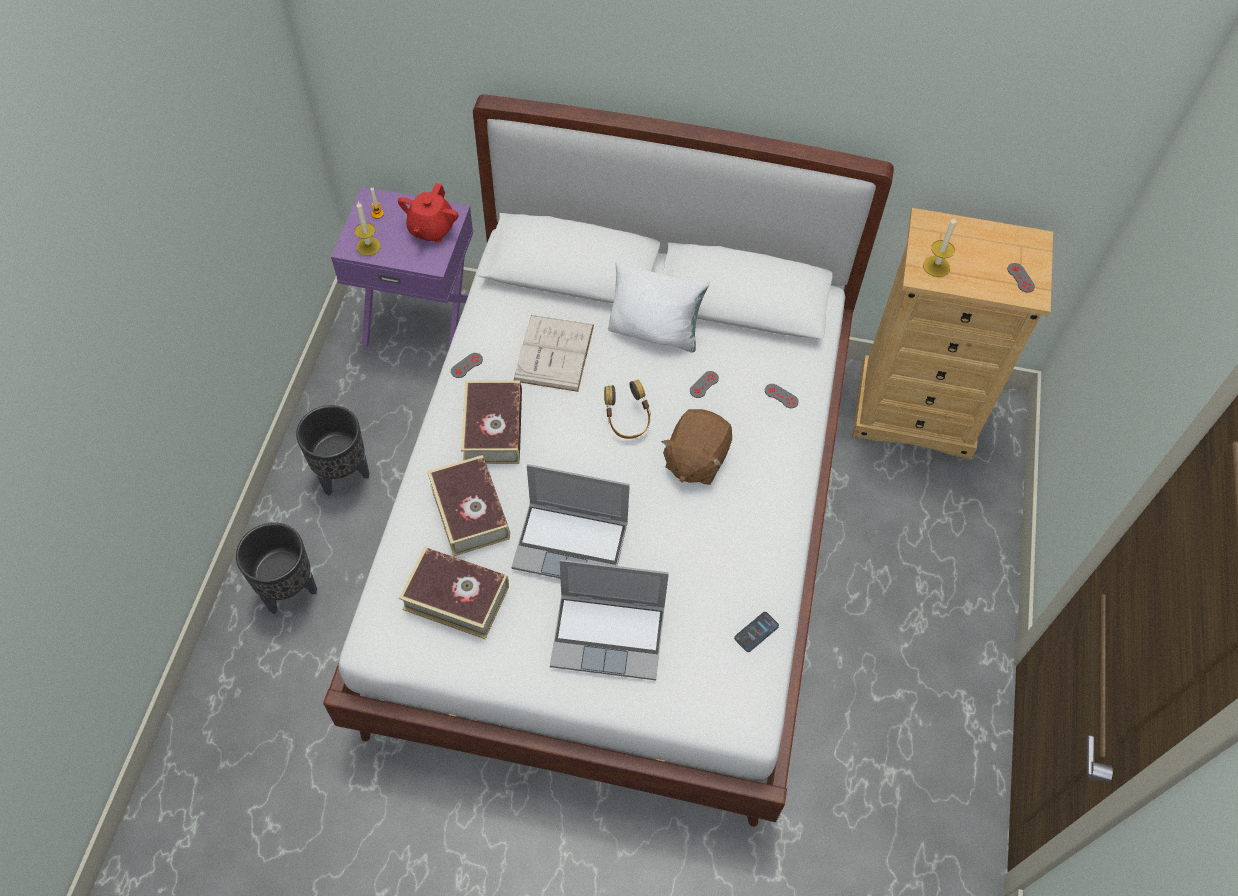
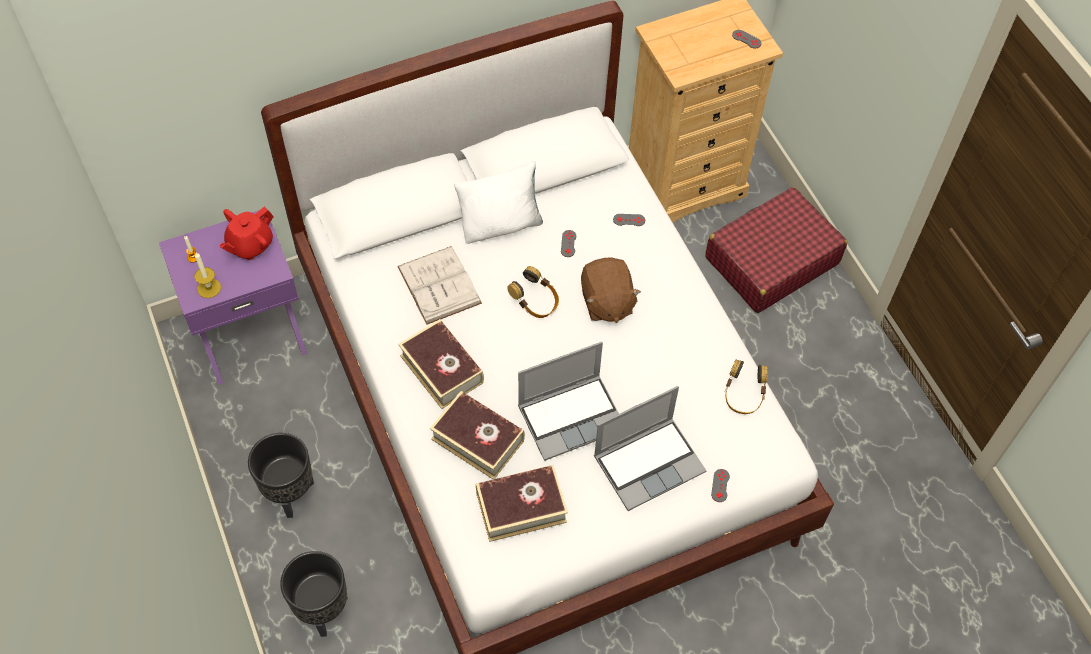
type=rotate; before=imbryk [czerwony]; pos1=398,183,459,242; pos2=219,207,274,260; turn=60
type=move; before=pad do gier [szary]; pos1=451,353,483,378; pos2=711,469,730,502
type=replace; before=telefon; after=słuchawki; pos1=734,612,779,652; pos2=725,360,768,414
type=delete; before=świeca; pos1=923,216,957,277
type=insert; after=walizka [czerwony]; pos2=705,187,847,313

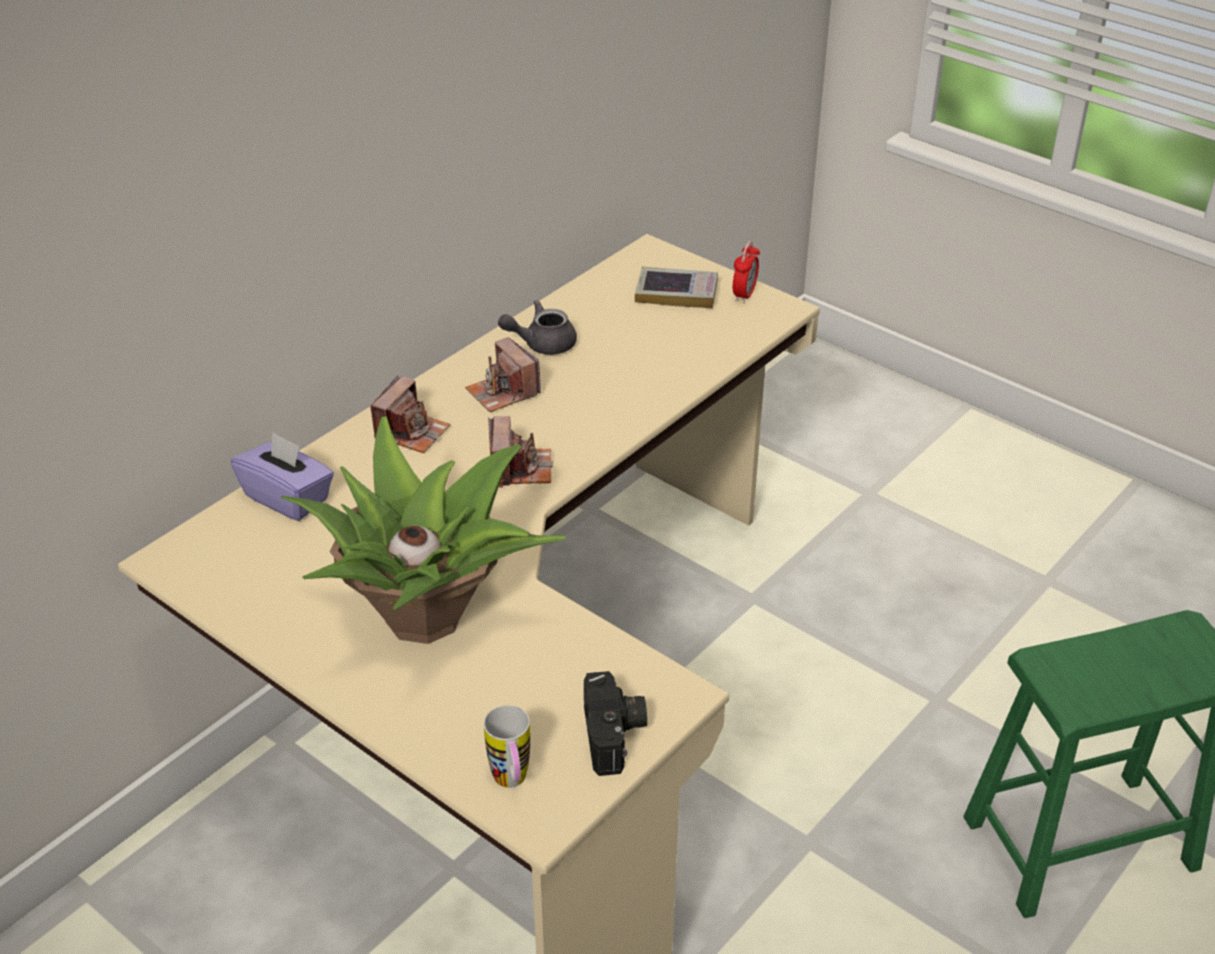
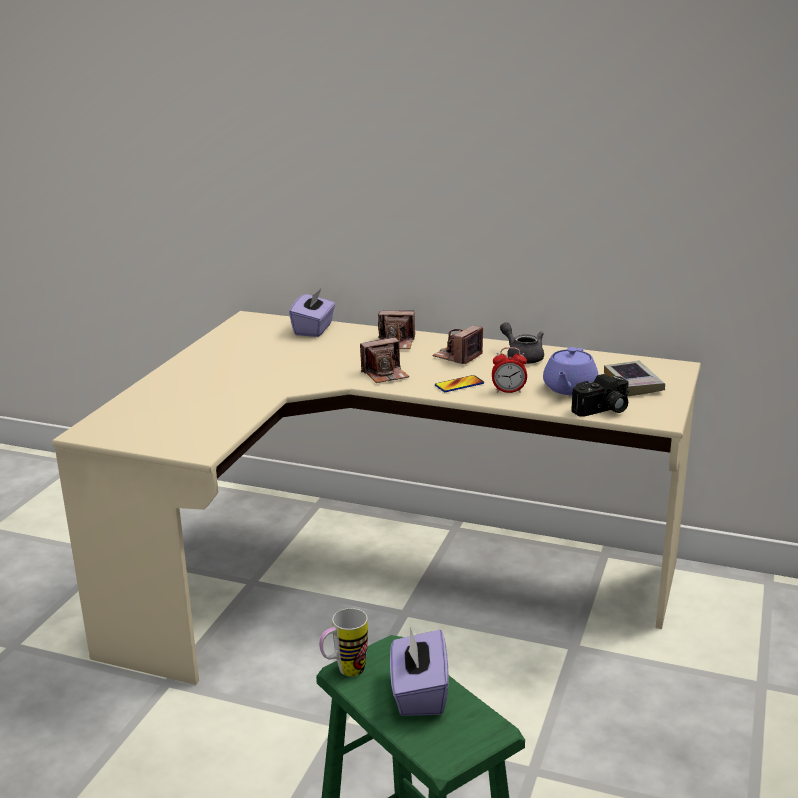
type=delete; before=roślina doniczkowa; pos1=280,416,566,644
type=move; before=kubek; pos1=484,705,530,788; pos2=319,608,368,676
type=move; before=aparat fotograficzny; pos1=584,671,647,776; pos2=571,374,629,416
type=move; before=budzik; pos1=733,241,760,303; pos2=492,347,527,393
type=insert; after=pudełko chusteczek [fioletowy]; pos2=390,628,449,716
type=insert; after=telefon; pos2=435,375,484,392
type=insert; after=imbryk [fioletowy]; pos2=543,347,598,395

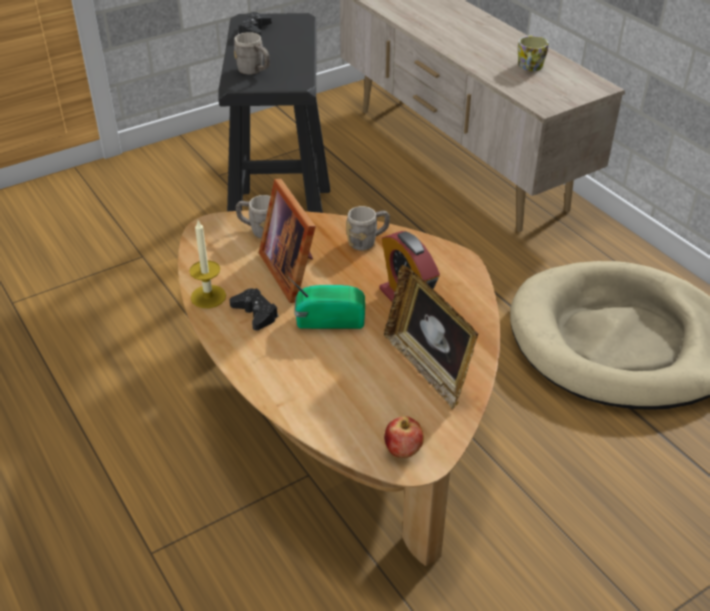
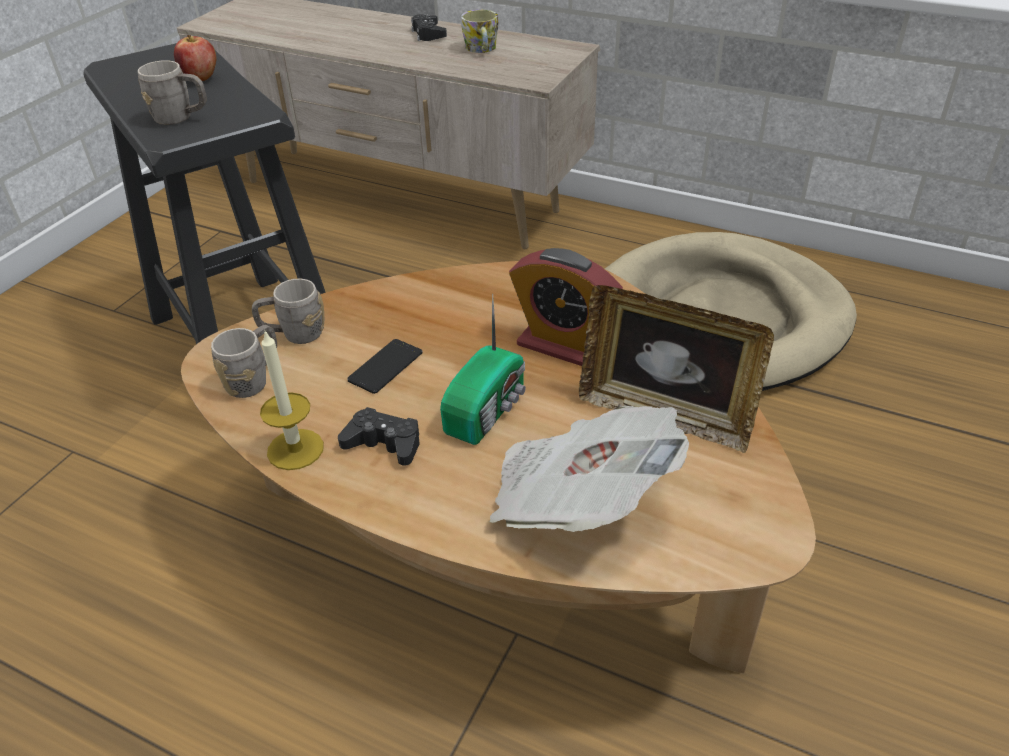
type=move; before=pad do gier [czarny]; pos1=238,12,272,37; pos2=411,14,447,41
type=replace; before=ramka na zdjęcie; after=telefon; pos1=259,179,316,303; pos2=347,339,423,394
type=rotate; before=radio; pos1=289,277,365,329; pos2=440,294,526,445; turn=150
type=move; before=kubek [szary]; pos1=346,206,390,250; pos2=211,325,277,398
type=move; before=jabłko; pos1=384,416,424,458; pos2=174,35,216,81
type=insert; after=gazeta; pos2=489,406,689,532

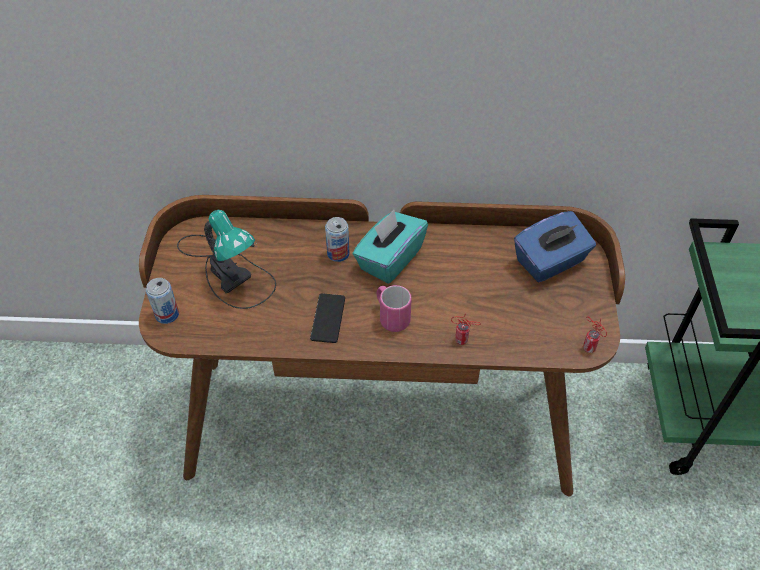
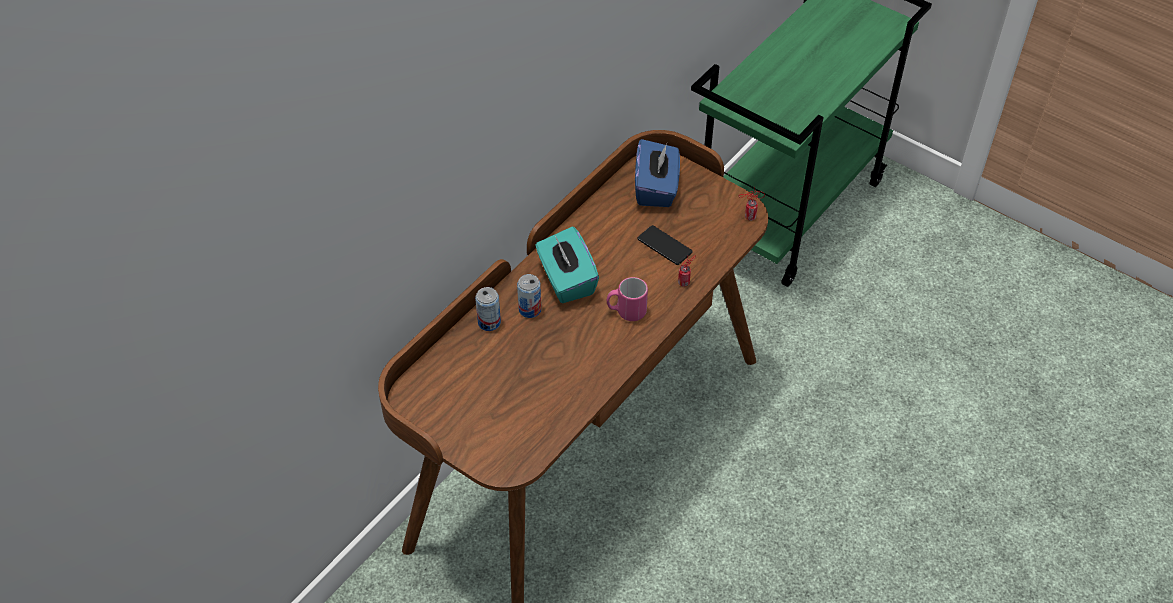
type=move; before=puszka; pos1=146,278,179,324; pos2=475,287,501,331
type=delete; before=lampa stołowa; pos1=177,210,276,309
type=move; before=telefon; pos1=310,293,345,343; pos2=637,225,692,265

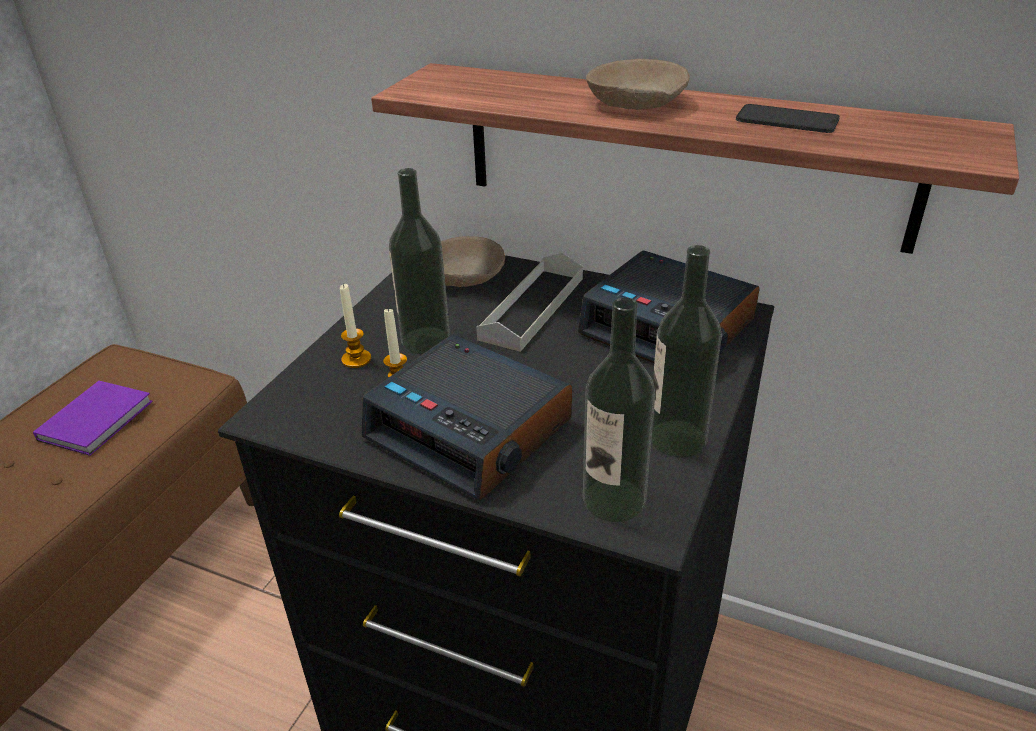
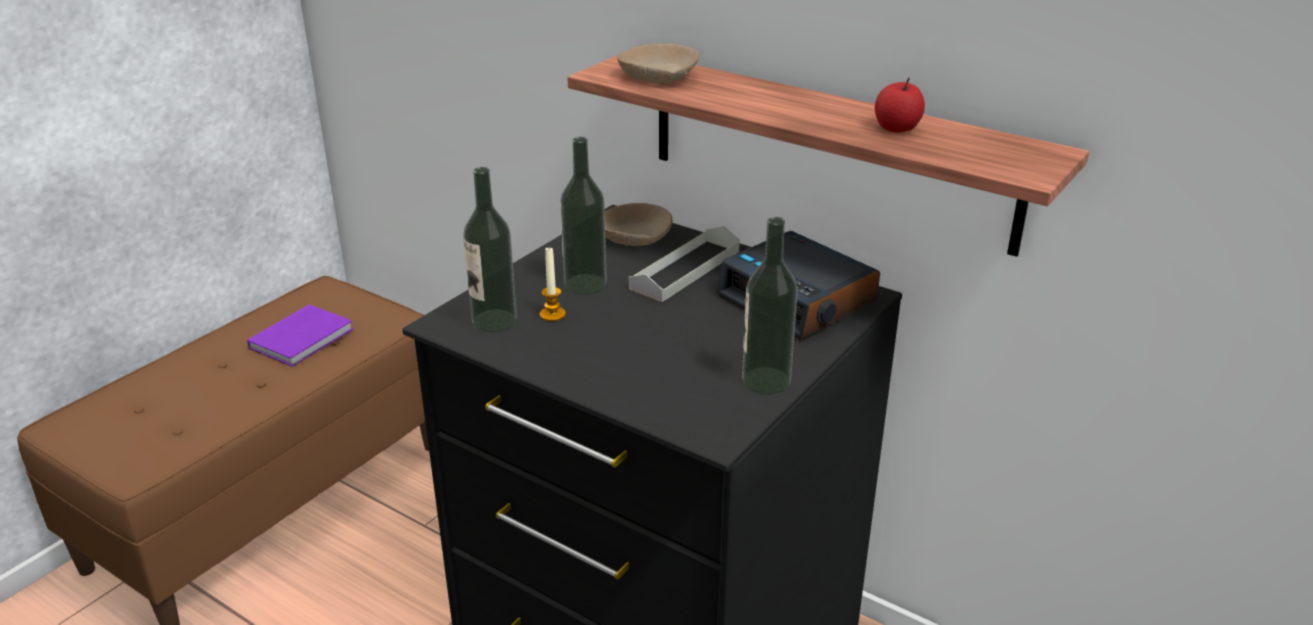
type=delete; before=świeca; pos1=340,283,371,368
type=delete; before=budzik; pos1=362,334,572,501
type=move; before=butelka; pos1=583,298,655,522; pos2=463,167,517,332
type=move; before=miska [beżowy]; pos1=586,59,690,110; pos2=617,43,699,83
type=replace; before=telefon; after=jabłko; pos1=736,104,840,133; pos2=875,77,925,133

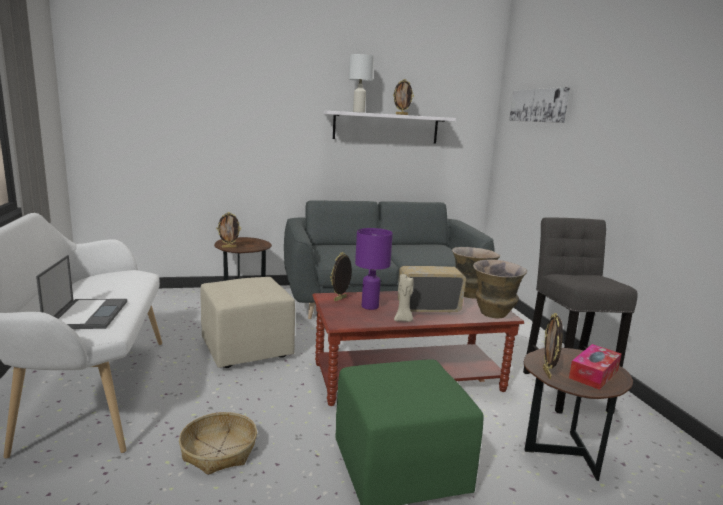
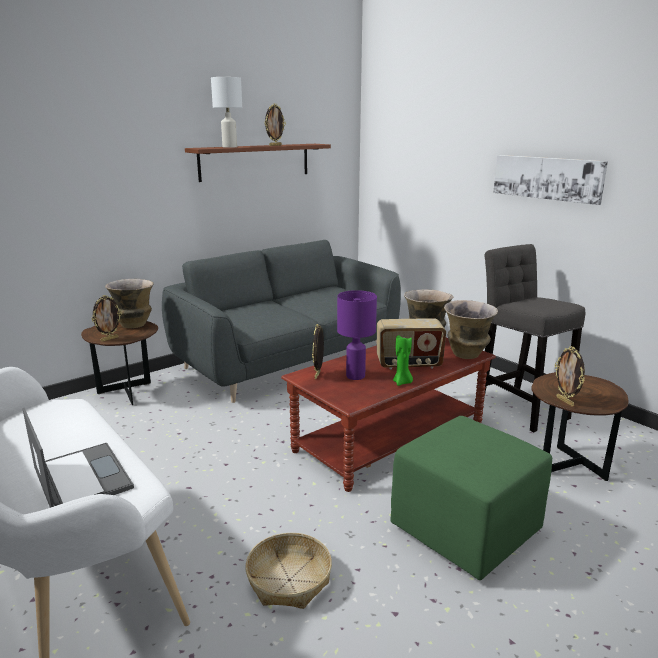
type=delete; before=pufa [beżowy]; pos1=200,277,295,368
type=recolor; before=półka [biały]; after=półka [brązowy]; pos1=324,111,456,144; pos2=185,144,331,182
type=recolor; before=świeca [beżowy]; after=świeca [zielony]; pos1=394,274,414,322; pos2=393,335,413,386
type=rotate; before=radio; pos1=398,266,466,313; pos2=377,318,446,369; turn=-150
type=move; before=obraz; pos1=509,87,570,123; pos2=493,155,608,205
type=delete; before=pudełko chusteczek; pos1=569,344,621,390
type=insert; after=wazon; pos2=105,279,154,328

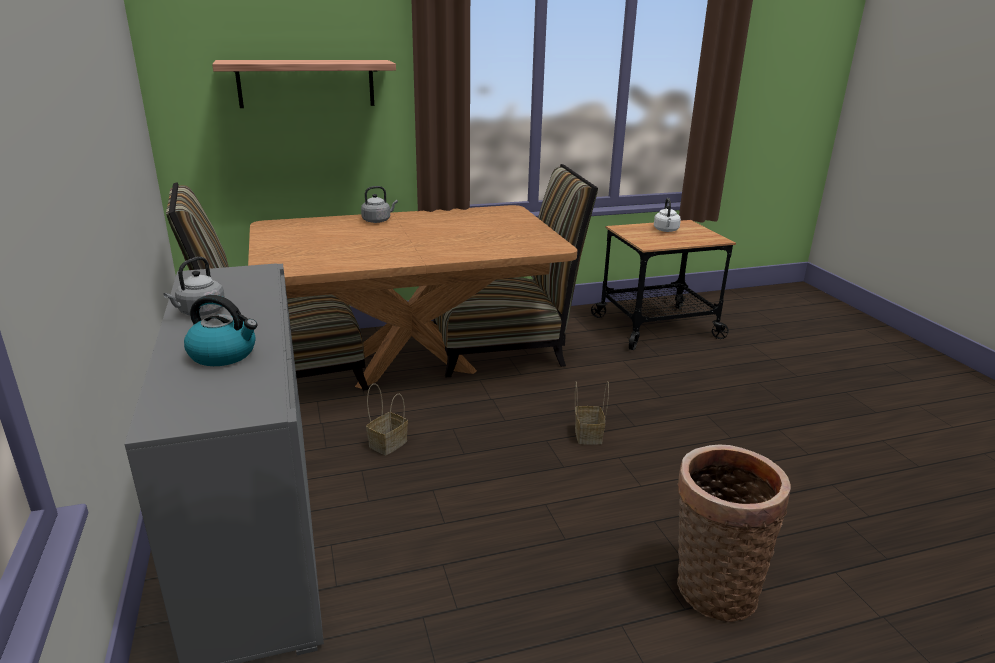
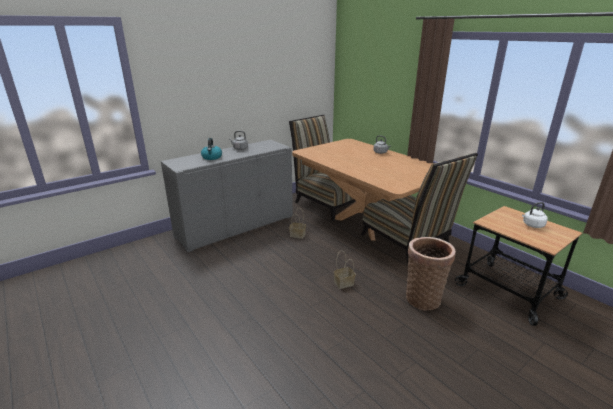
type=delete; before=półka; pos1=212,60,396,108
type=move; before=koszyk; pos1=677,445,791,622; pos2=406,237,456,311

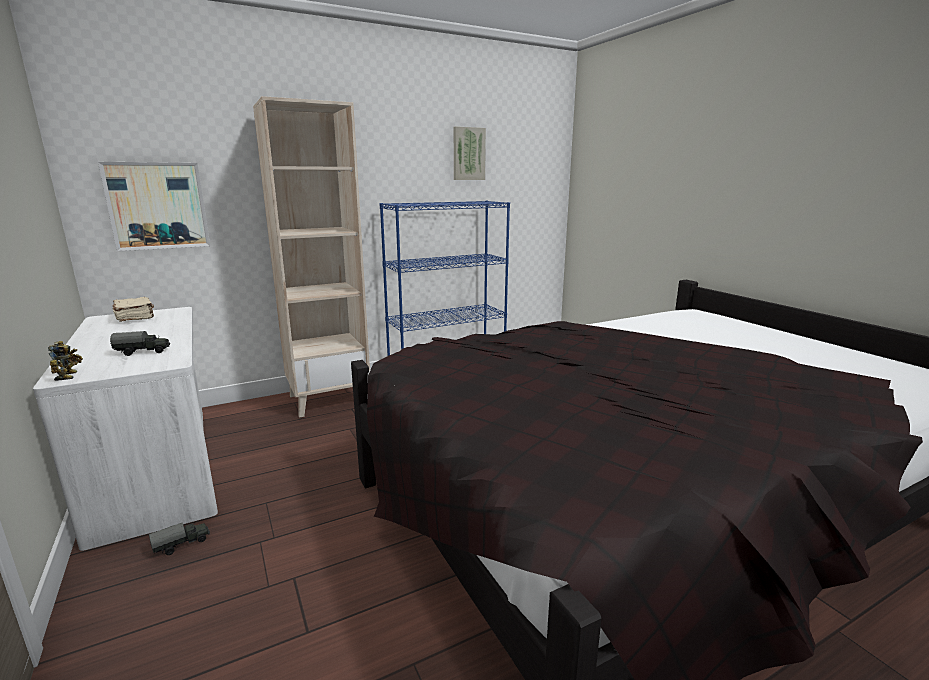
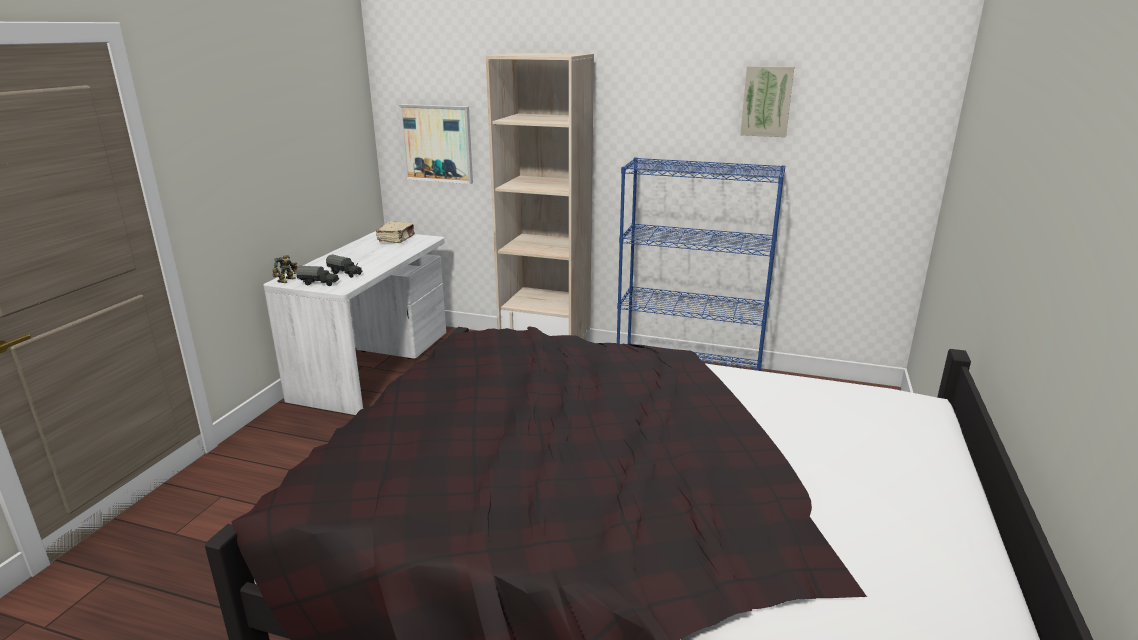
type=move; before=ciężarówka zabawkowa; pos1=149,523,210,555; pos2=296,266,339,286

